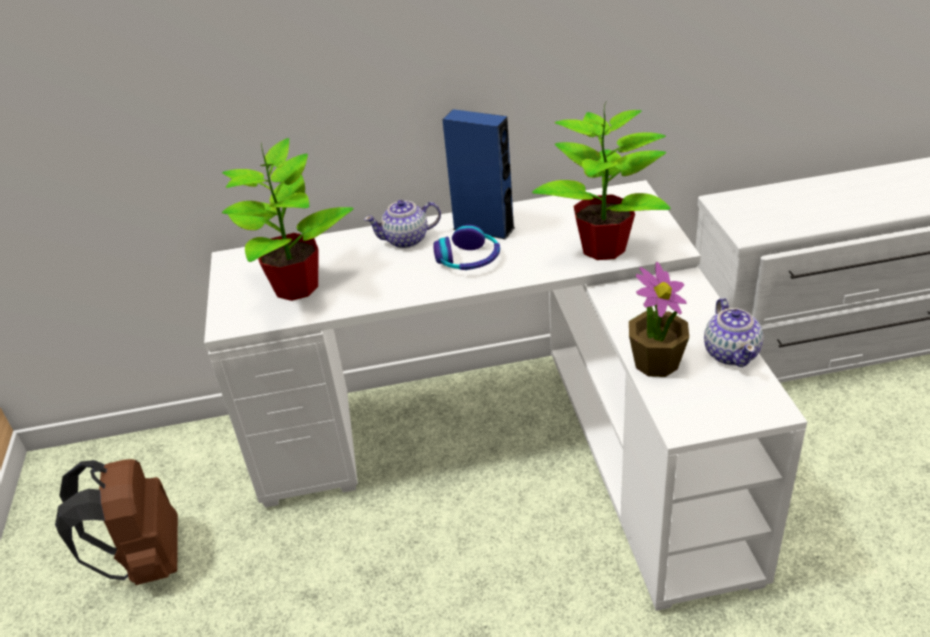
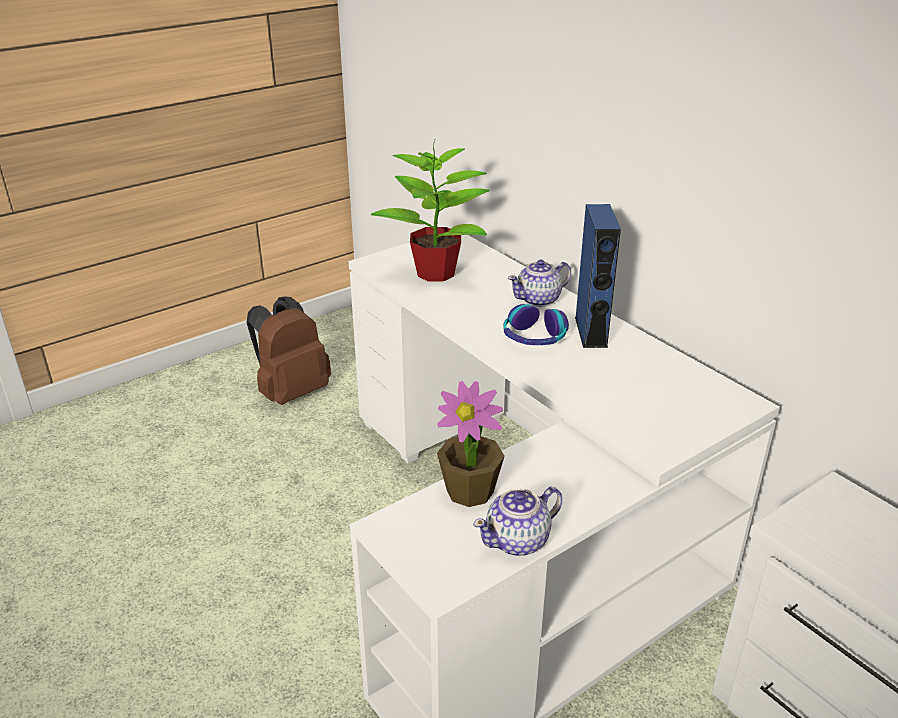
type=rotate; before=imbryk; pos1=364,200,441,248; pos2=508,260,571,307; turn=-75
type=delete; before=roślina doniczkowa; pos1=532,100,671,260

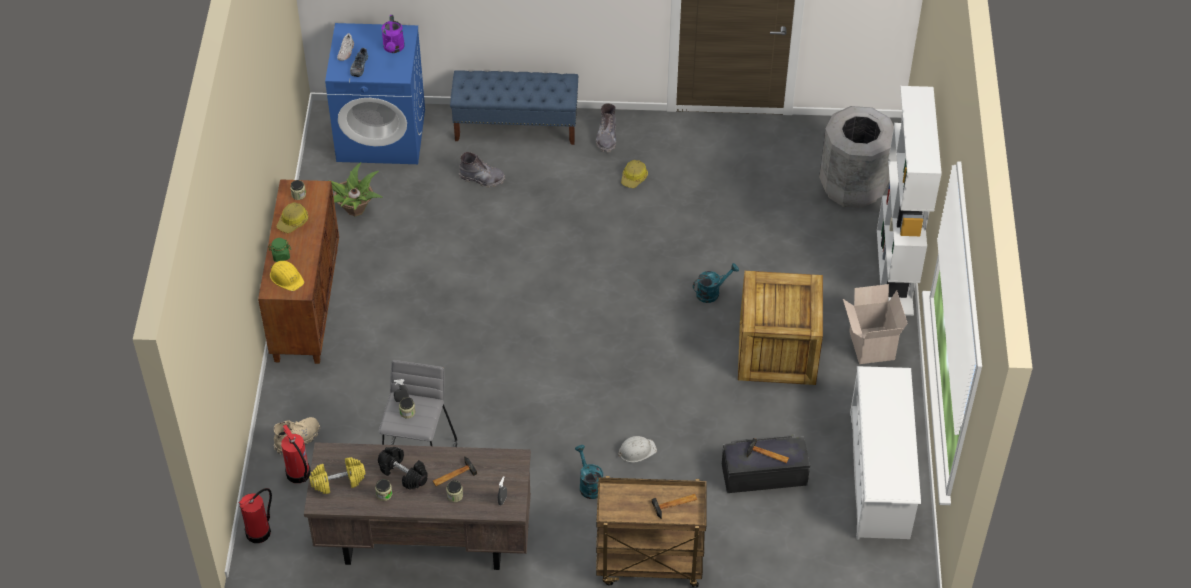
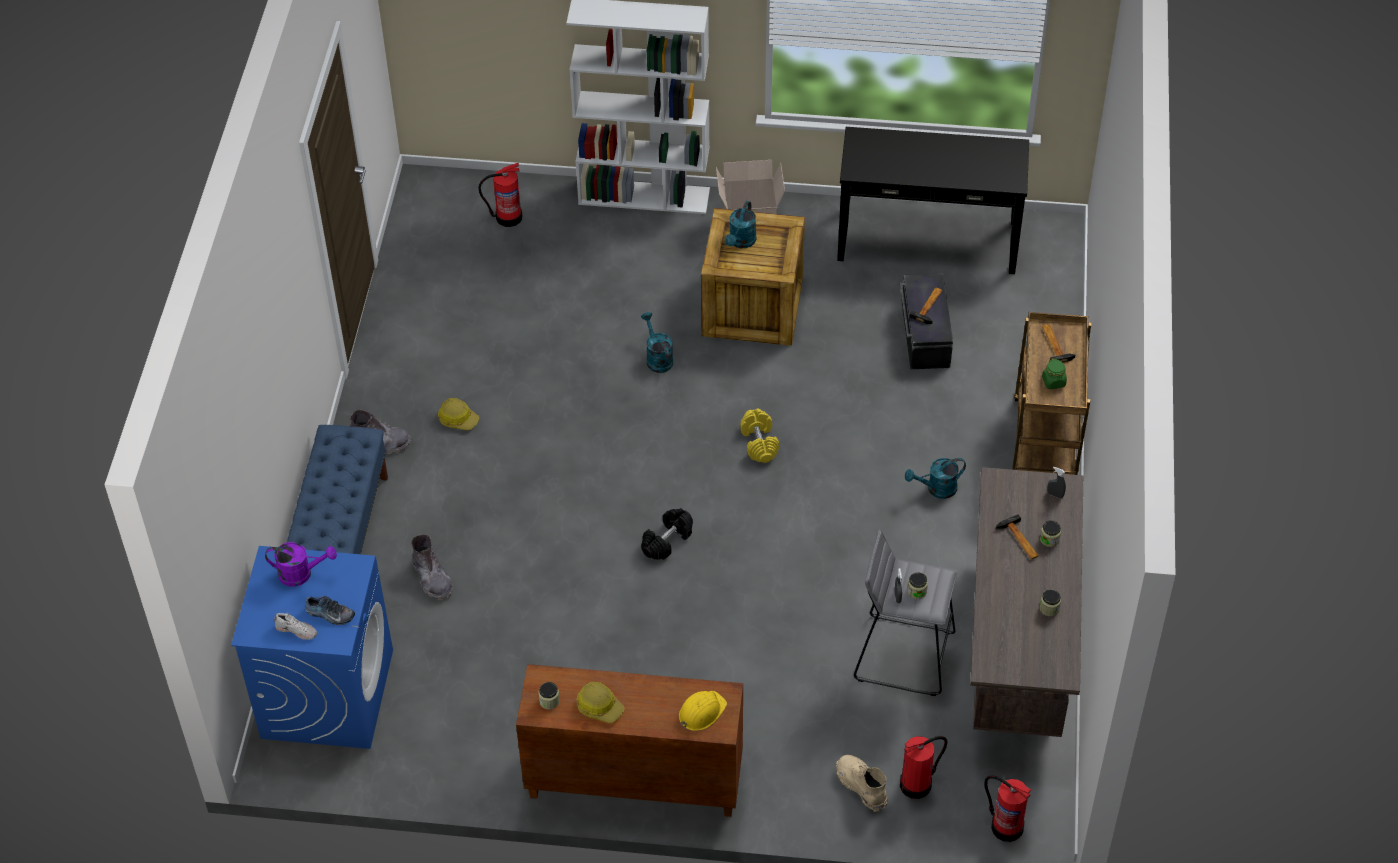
type=move; before=słoik [zielony]; pos1=268,238,291,262; pos2=1042,358,1067,389
type=move; before=hantel [żółty]; pos1=309,457,366,494; pos2=740,408,779,463
type=delete; before=roślina doniczkowa; pos1=328,162,382,217
type=move; before=hantel [czarny]; pos1=378,447,428,490; pos2=641,508,693,560
type=rotate; before=but z cholewką [szary]; pos1=459,152,505,188; pos2=411,534,453,600; turn=135
type=delete; before=kask [biały]; pos1=618,436,657,462
type=replace; before=kosz na śmieci [szary]; after=gaśnica; pos1=819,106,894,208; pos2=478,163,522,227
type=replace; before=regał na buty [biały]; after=stolik konsolowy [czarny]; pos1=850,366,921,540; pos2=837,127,1029,274
type=insert; after=konewka [turkusowy]; pos2=725,201,757,248

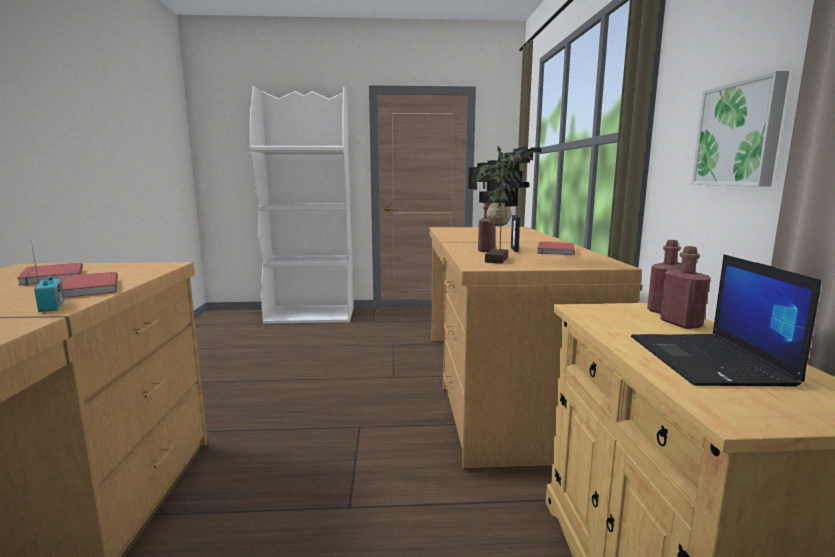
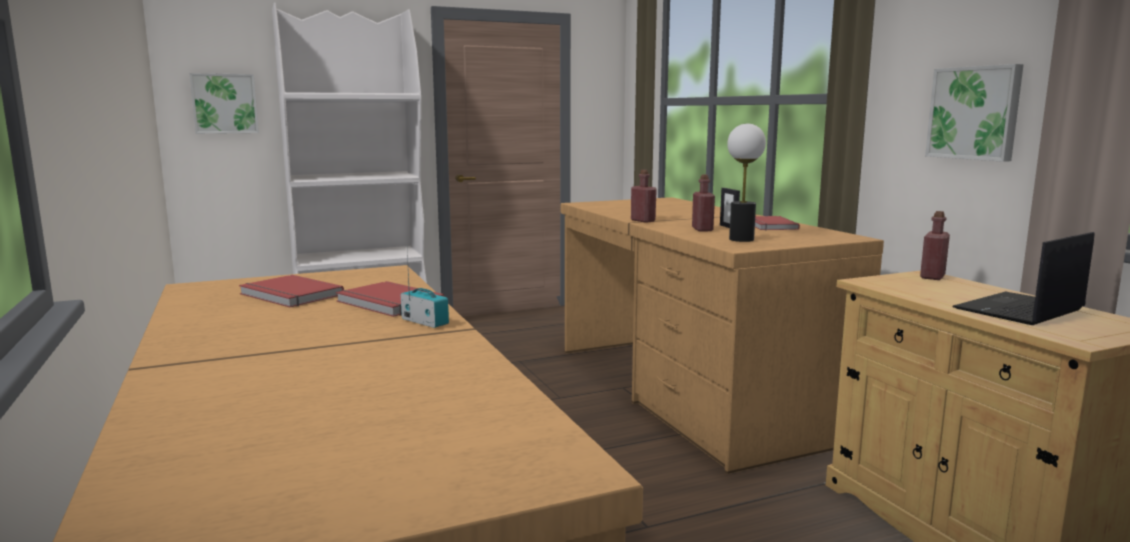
type=replace; before=roślina doniczkowa; after=lampa stołowa; pos1=468,146,542,263; pos2=727,123,766,242
type=rotate; before=laptop; pos1=631,254,821,387; pos2=952,232,1095,325; turn=75
type=move; before=butelka [czerwony]; pos1=660,246,711,329; pos2=631,170,657,223
type=insert; after=obraz; pos2=189,73,259,134

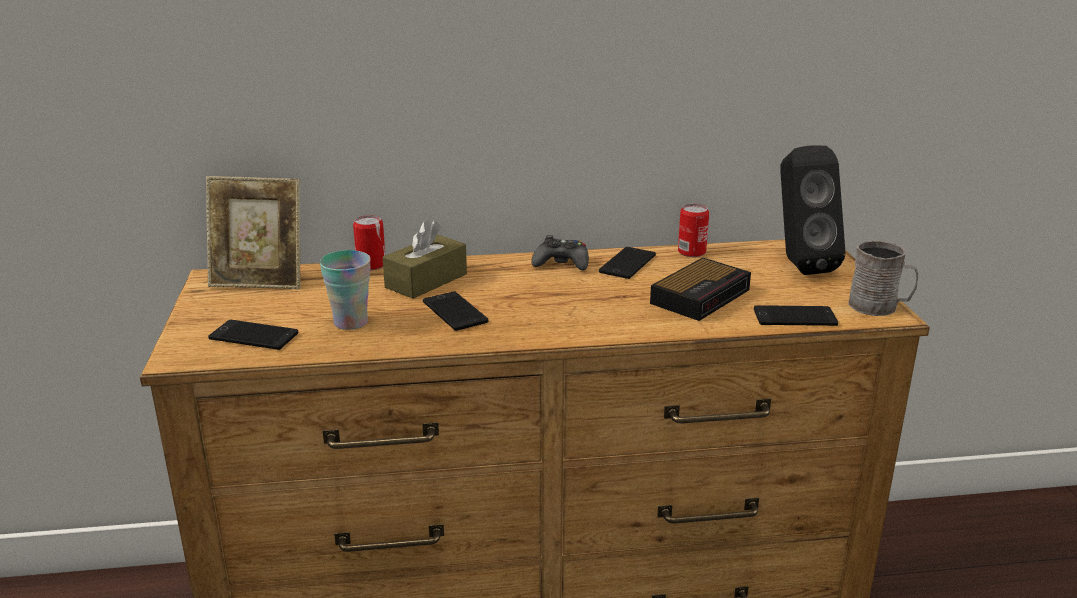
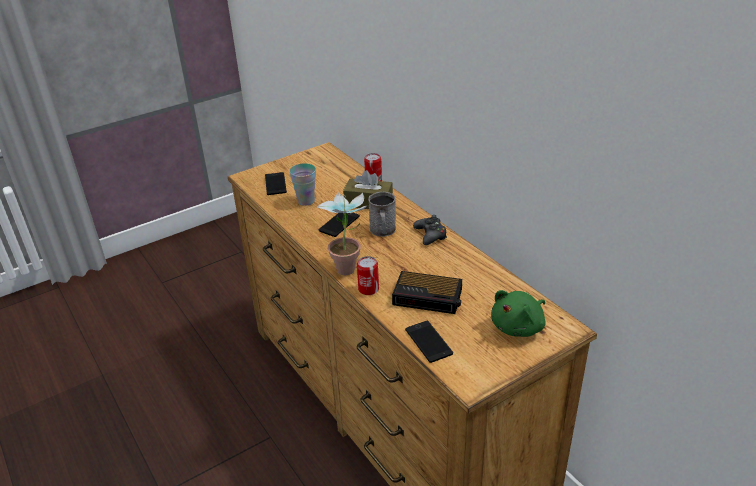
type=delete; before=ramka na zdjęcie; pos1=206,176,301,289
type=delete; before=telefon; pos1=599,247,656,279
type=move; before=puszka; pos1=678,204,709,257; pos2=357,256,379,295
type=replace; before=głośnik [czarny]; after=pluszak [zielony]; pos1=780,145,846,275; pos2=491,290,546,337
type=move; before=kubek [szary]; pos1=848,240,918,316; pos2=368,191,396,237
type=insert; after=roślina doniczkowa; pos2=317,192,368,275

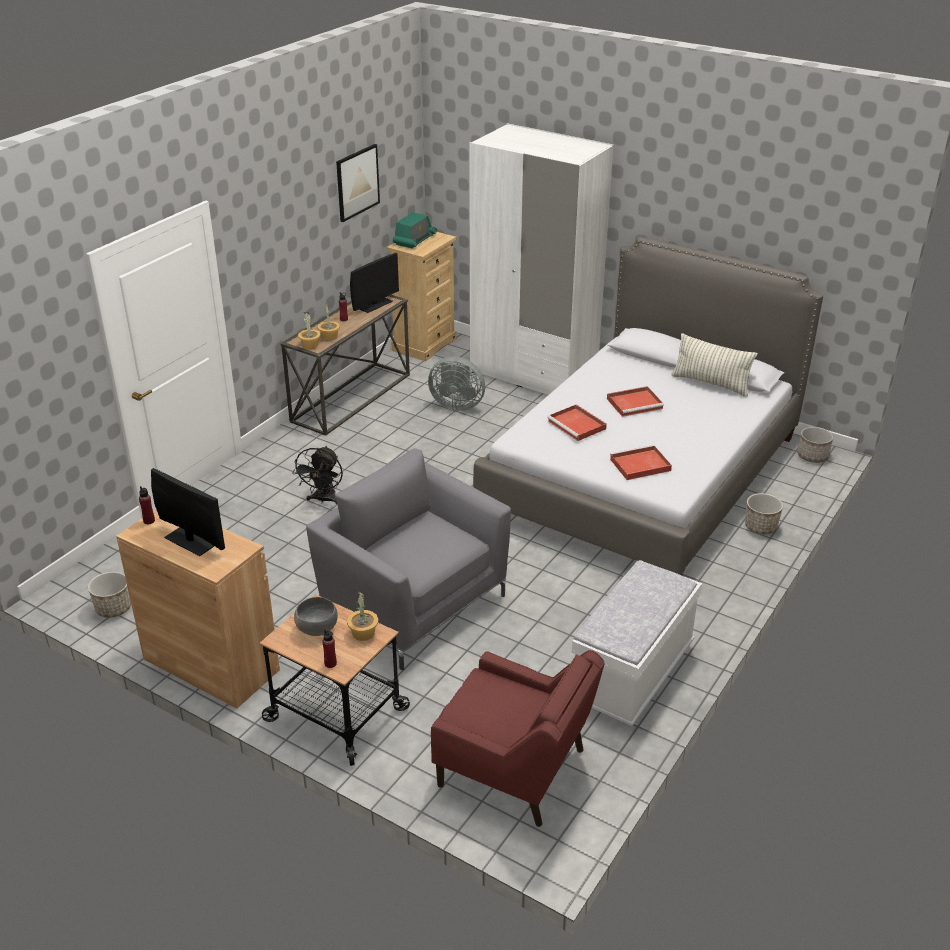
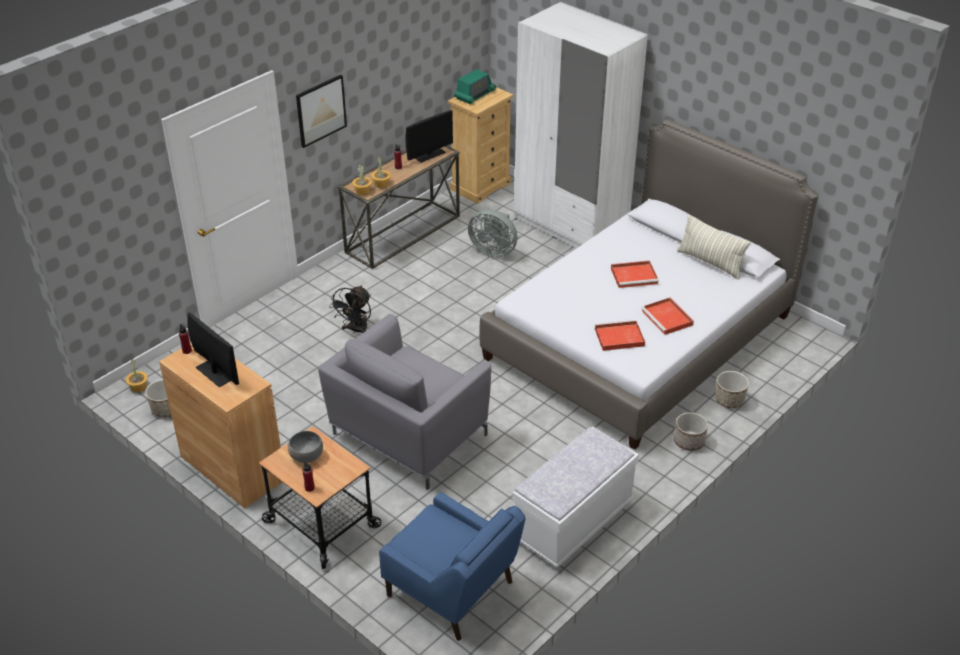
type=rotate; before=fotel [szary]; pos1=306,448,511,670; pos2=318,314,491,490; turn=-105
type=move; before=obraz; pos1=336,144,380,222; pos2=296,75,347,148
type=move; before=roślina doniczkowa; pos1=347,591,378,641; pos2=126,359,148,392
type=recolor; before=fotel [czerwony]; after=fotel [niebieski]; pos1=431,650,604,827; pos2=379,492,526,641
type=move; before=taca [czerwony]; pos1=547,404,607,441; pos2=641,297,694,335
type=move; before=donica; pos1=798,427,833,463; pos2=674,412,708,451

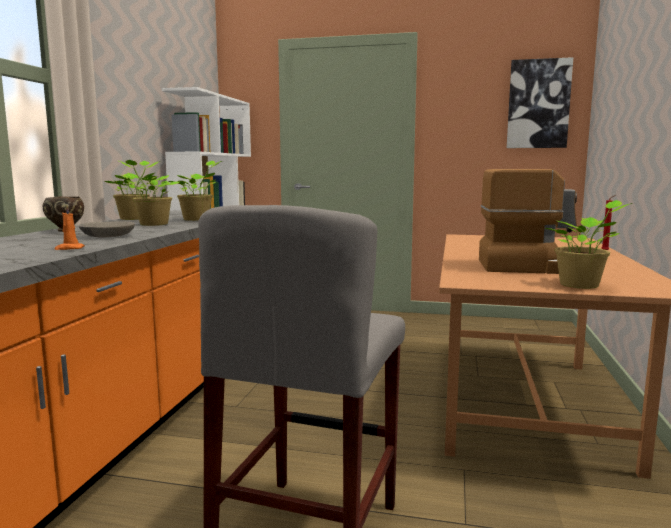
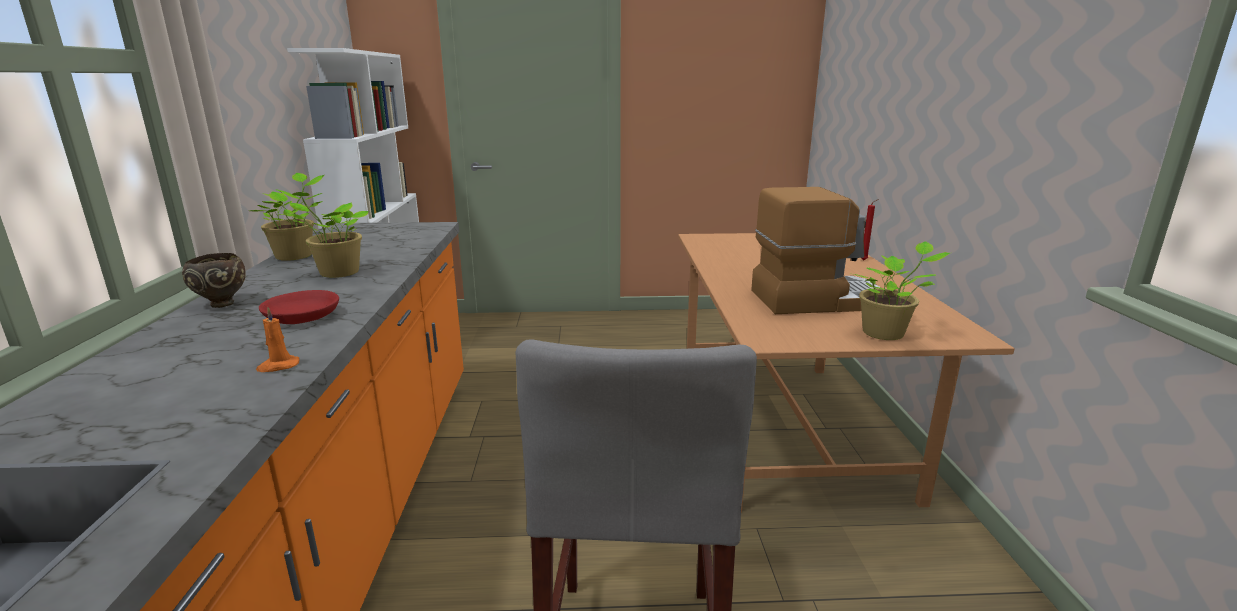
type=recolor; before=miska [szary]; after=miska [czerwony]; pos1=79,221,135,238; pos2=259,290,339,324
type=delete; before=roślina doniczkowa; pos1=169,161,222,221
type=delete; before=obraz; pos1=507,57,573,148

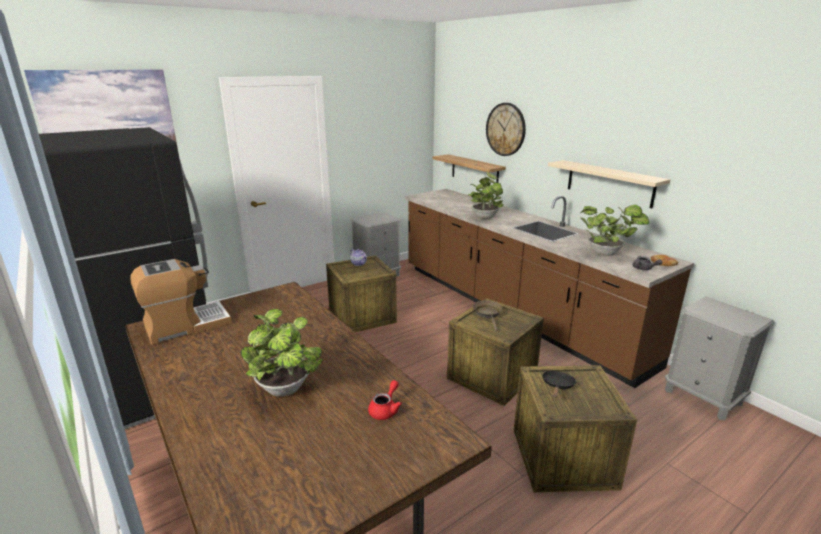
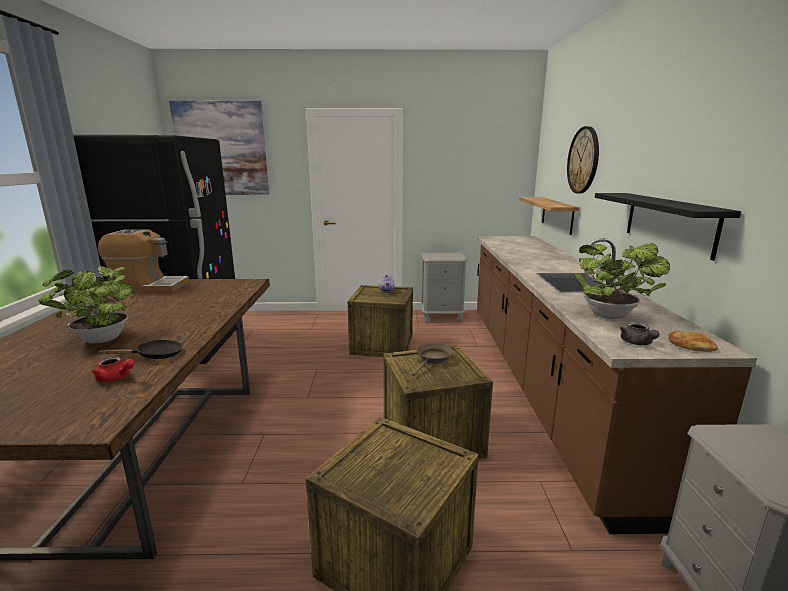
type=rotate; before=imbryk [czerwony]; pos1=368,380,402,420; pos2=92,357,135,382; turn=45
type=delete; before=roślina doniczkowa; pos1=468,172,503,219
type=move; before=patelnia [czarny]; pos1=542,371,576,398; pos2=98,340,182,359
type=recolor; before=półka [beżowy]; after=półka [czarny]; pos1=548,160,670,208; pos2=595,193,741,261

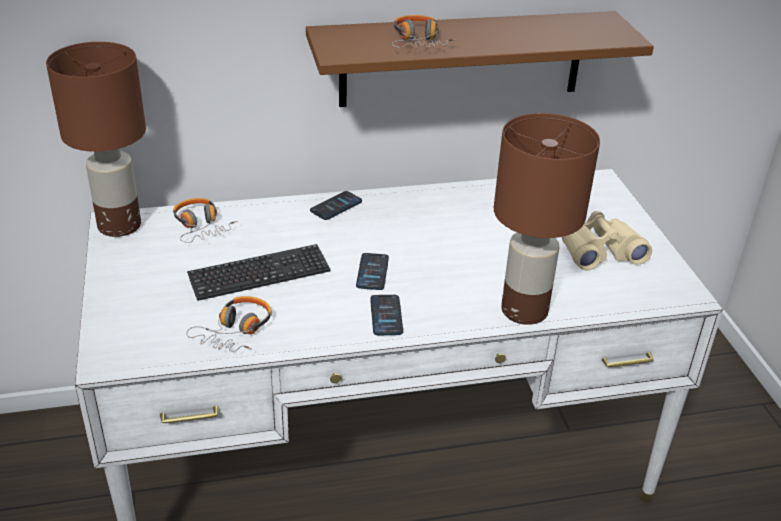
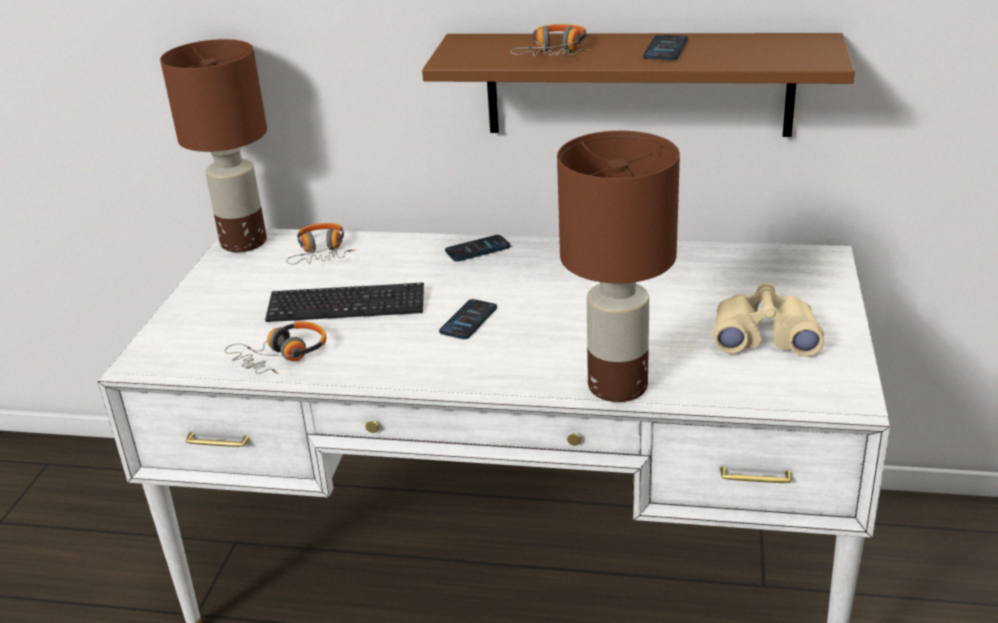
type=move; before=telefon; pos1=370,295,403,335; pos2=643,35,688,60

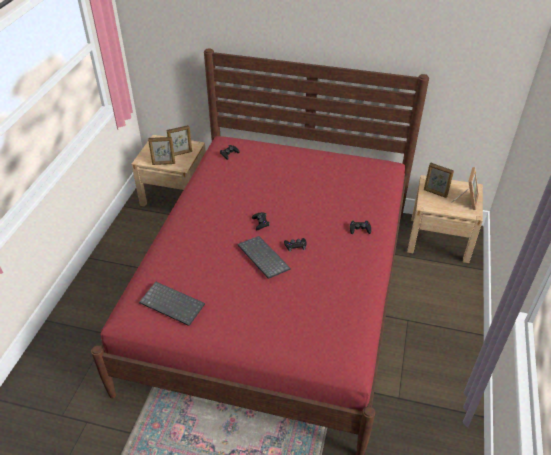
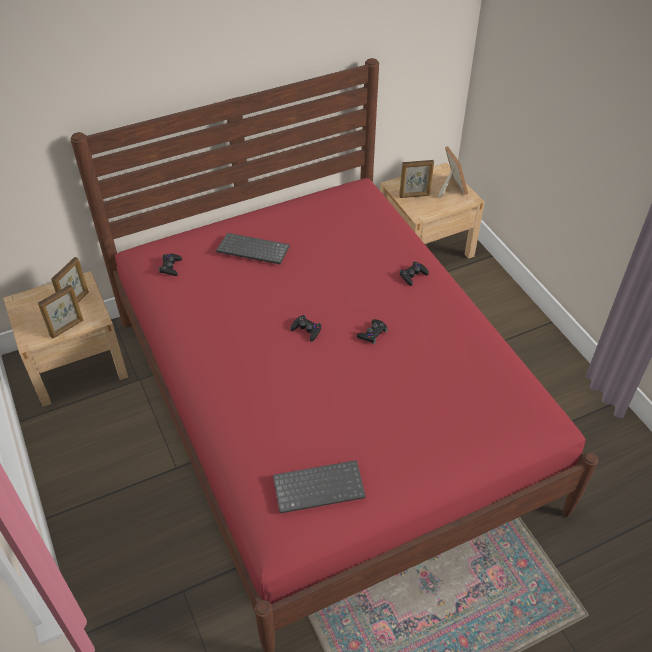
type=move; before=klawiatura; pos1=237,236,291,279; pos2=216,233,290,264

